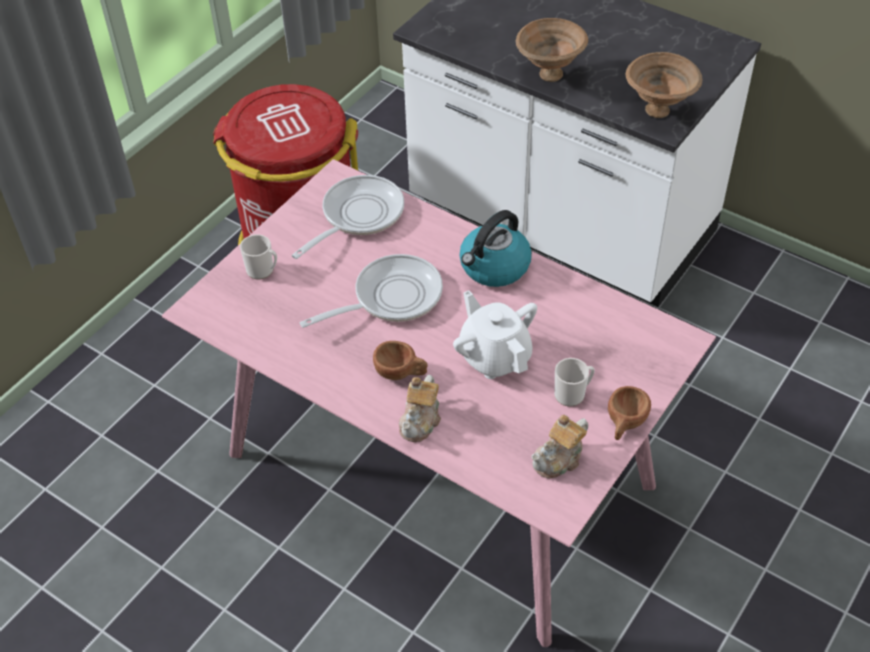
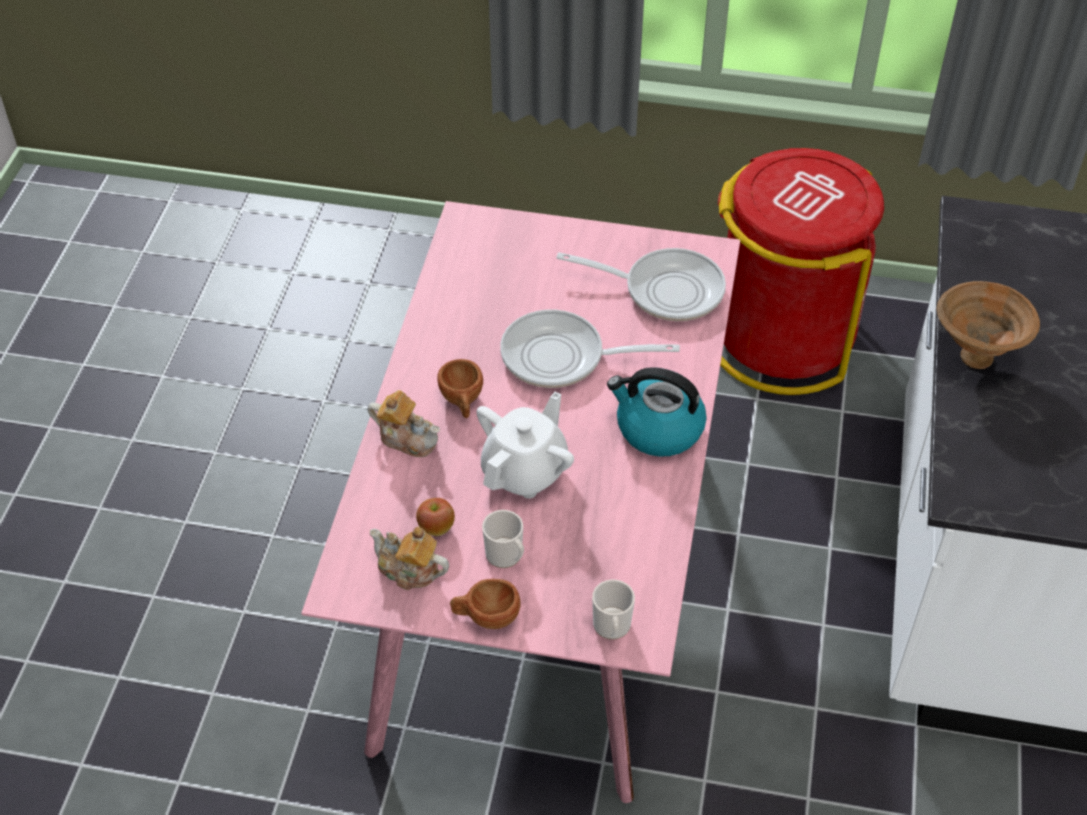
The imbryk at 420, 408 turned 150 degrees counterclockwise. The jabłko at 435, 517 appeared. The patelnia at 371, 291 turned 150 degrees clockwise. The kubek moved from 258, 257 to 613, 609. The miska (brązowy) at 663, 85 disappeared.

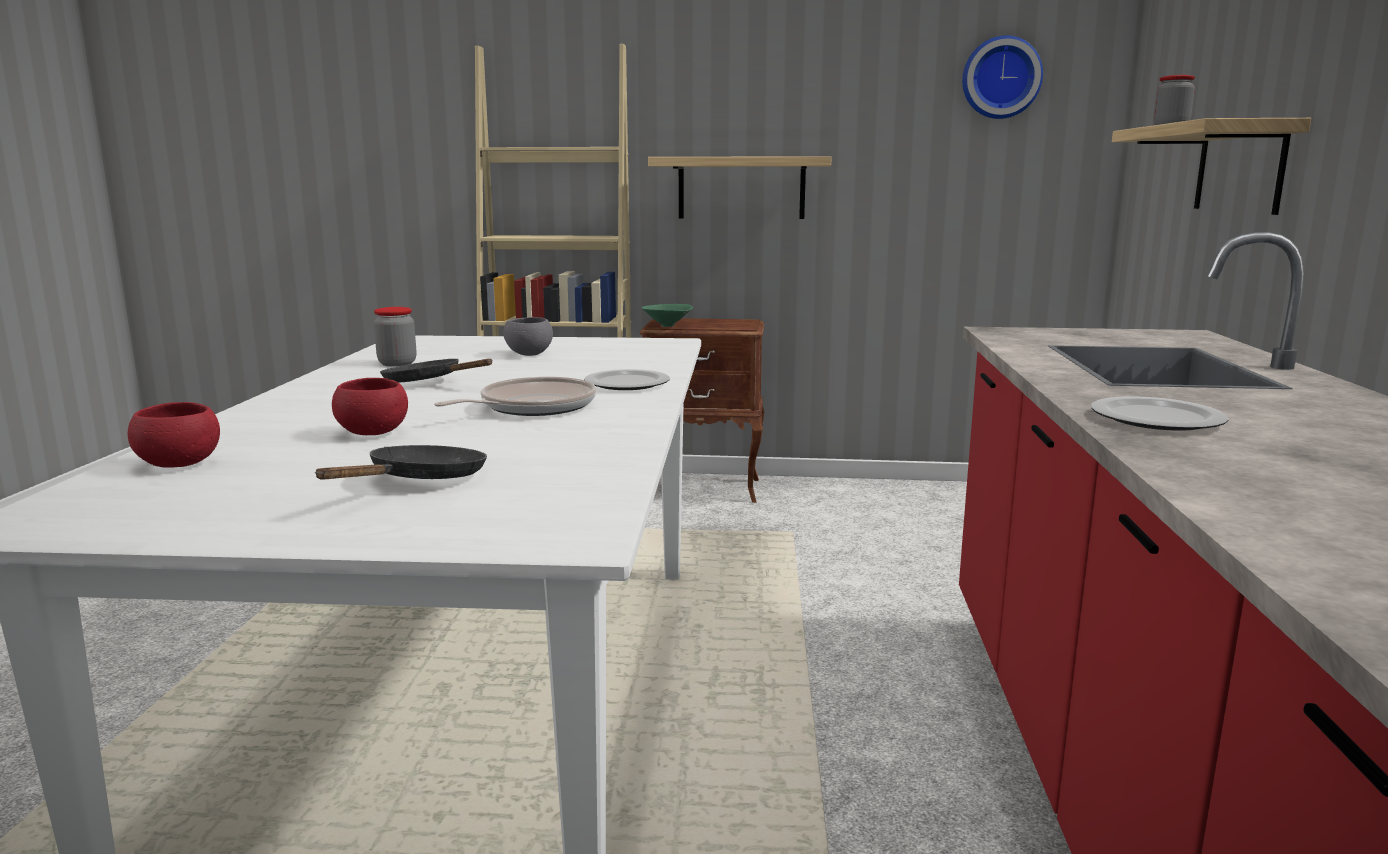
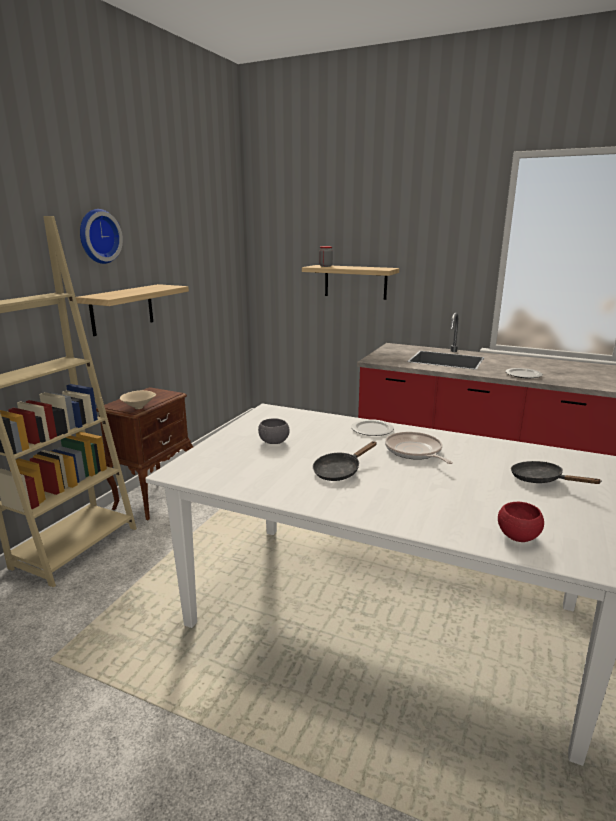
The zegar ścienny moved from 1002, 77 to 101, 236. The miska (zielony) at 667, 315 became the miska (beżowy) at 138, 399. The miska (czerwony) at 370, 406 disappeared. The słoik at 395, 337 disappeared.

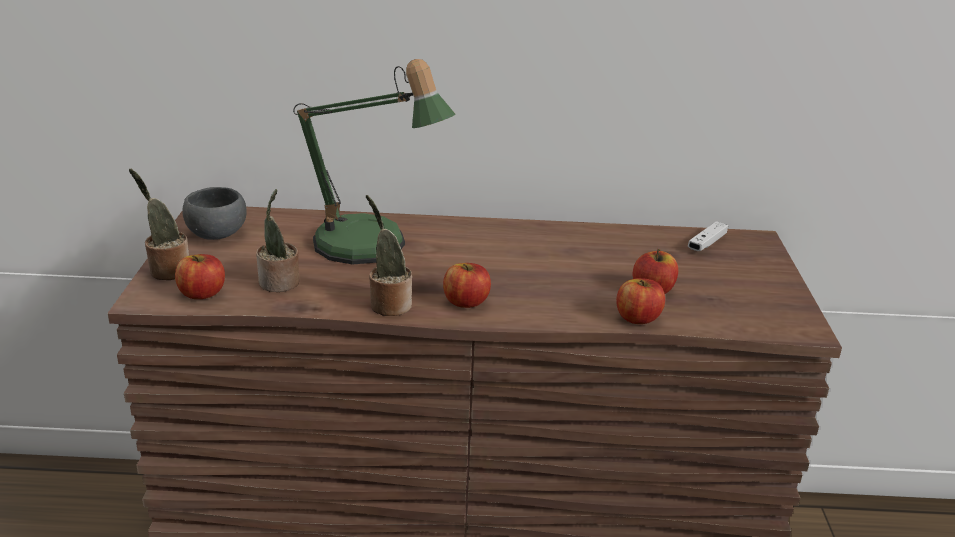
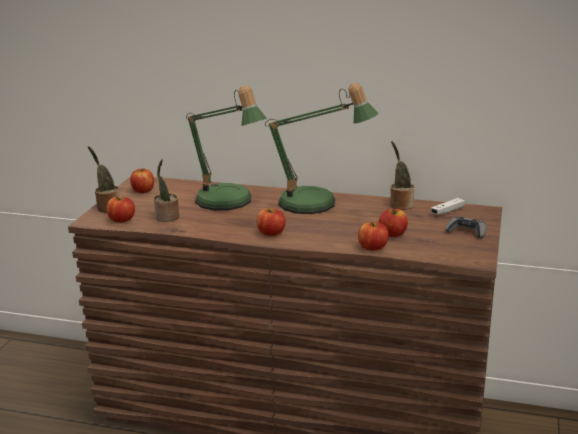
The miska (szary) at 214, 213 was replaced by the jabłko at 142, 180. The lampa stołowa at 321, 148 appeared. The roślina doniczkowa moved from 389, 255 to 402, 175. The pad do gier (szary) at 466, 227 appeared.

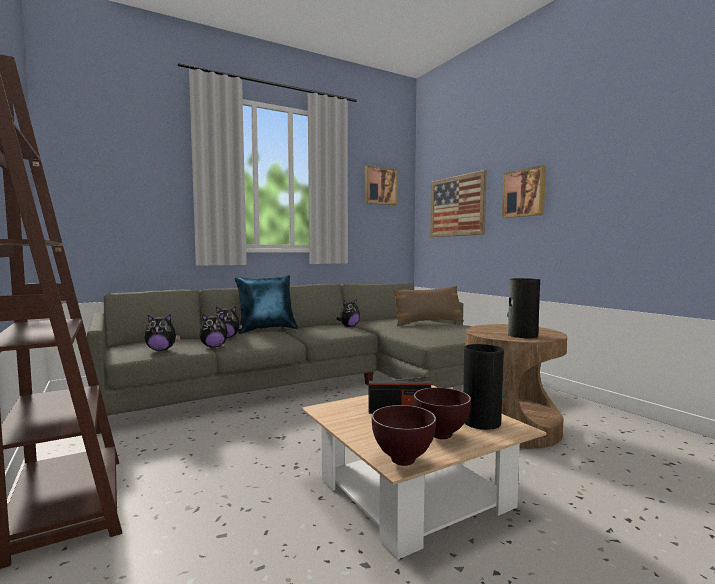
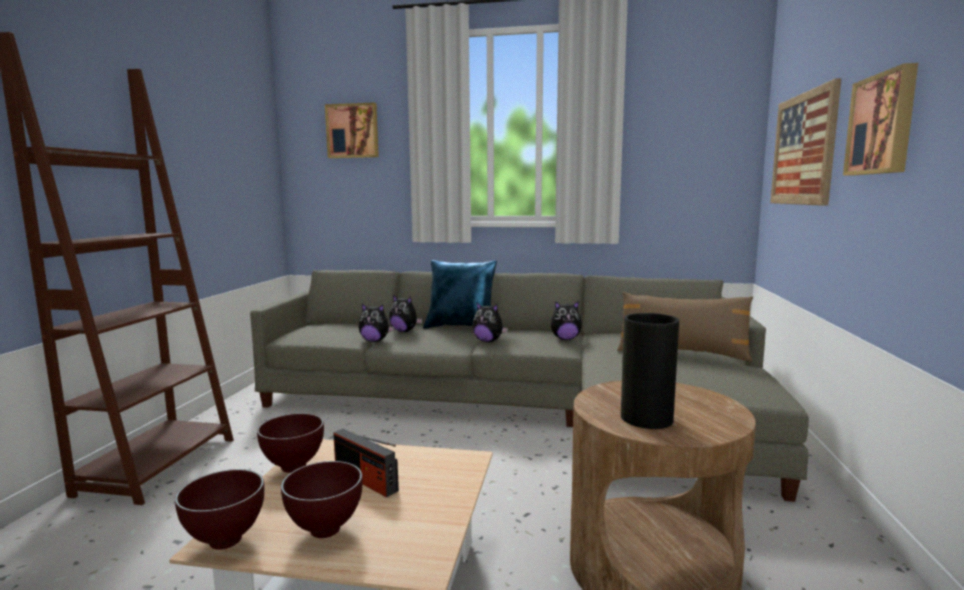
The miska (brązowy) at 290, 443 appeared. The obraz moved from 381, 185 to 352, 130. The pluszak moved from 162, 332 to 490, 322. The wazon at 483, 387 disappeared.

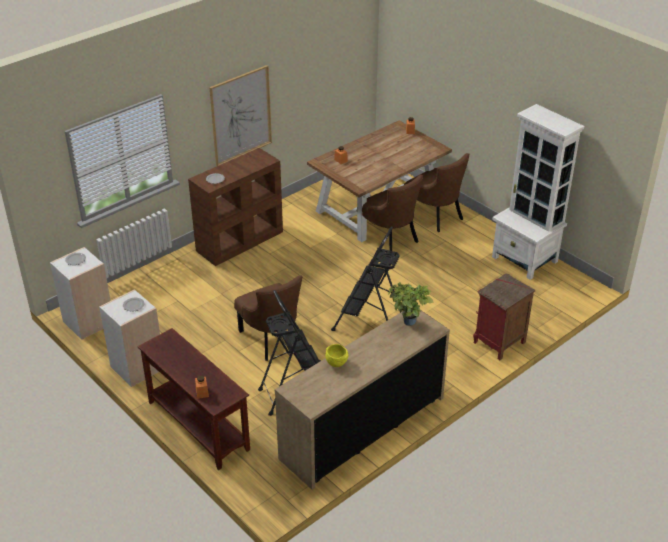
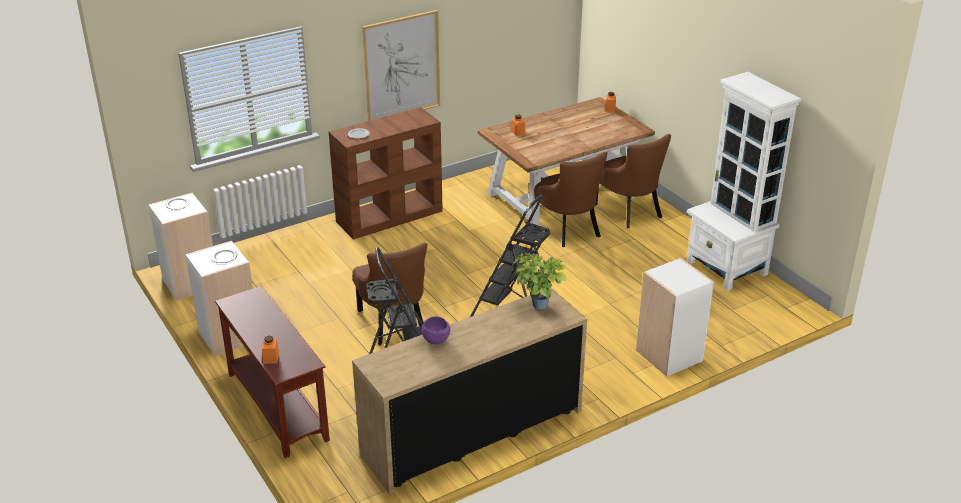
The miska (żółty) at 336, 355 became the miska (fioletowy) at 436, 330. The szafka nocna (czerwony) at 504, 317 was replaced by the regał at 675, 317.

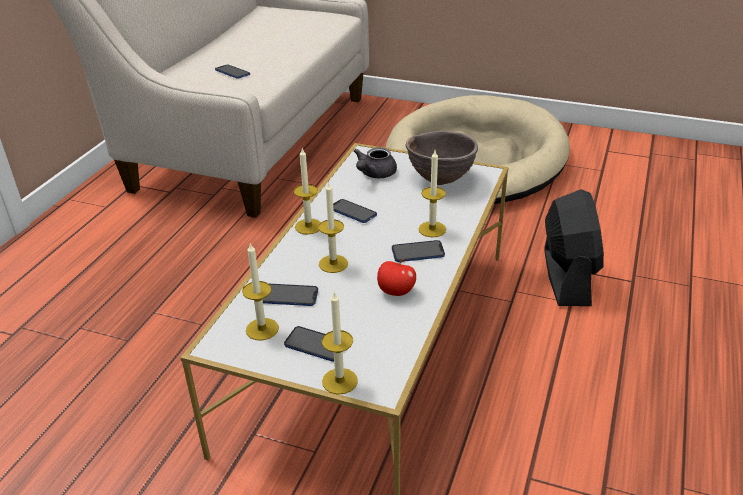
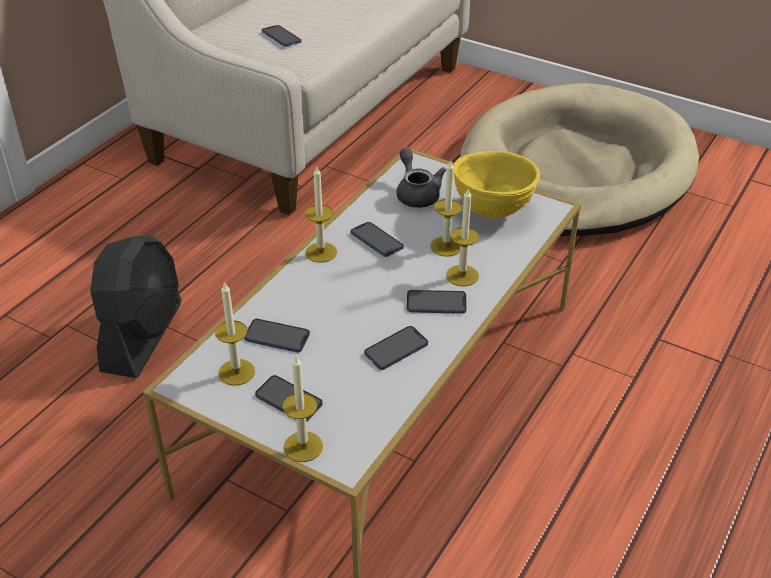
The wentylator (czarny) moved from 574, 247 to 135, 307. The jabłko at 396, 277 was replaced by the telefon at 396, 348. The imbryk (szary) at 375, 162 turned 120 degrees clockwise. The świeca moved from 333, 227 to 446, 208. The miska (brązowy) at 441, 158 became the miska (żółty) at 496, 185.

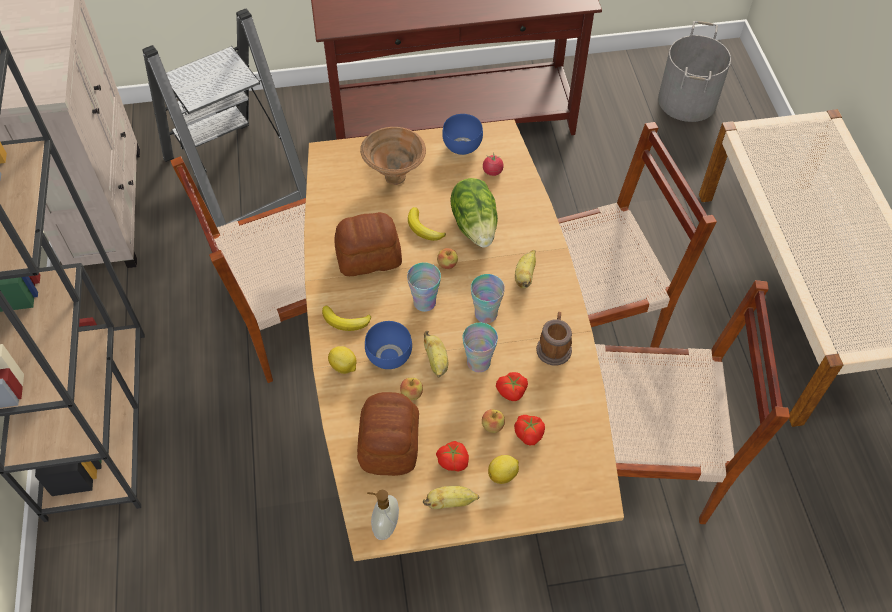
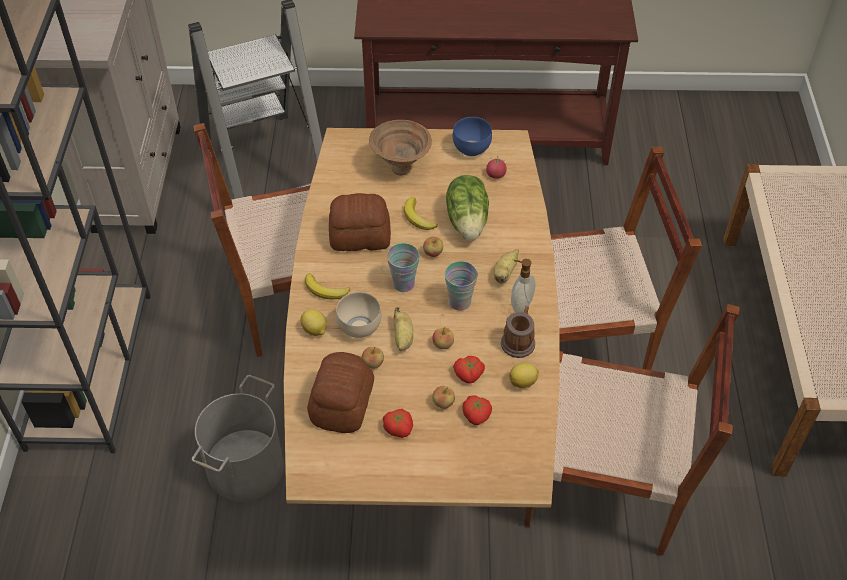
The wiadro (szary) moved from 694, 71 to 238, 438. The miska (niebieski) at 388, 345 became the miska (beżowy) at 359, 315. The filiżanka at 480, 347 was replaced by the jabłko at 443, 338. The cytryna moved from 503, 469 to 524, 375. The dozownik mydła moved from 383, 515 to 523, 285. The banan at 451, 497 disappeared.

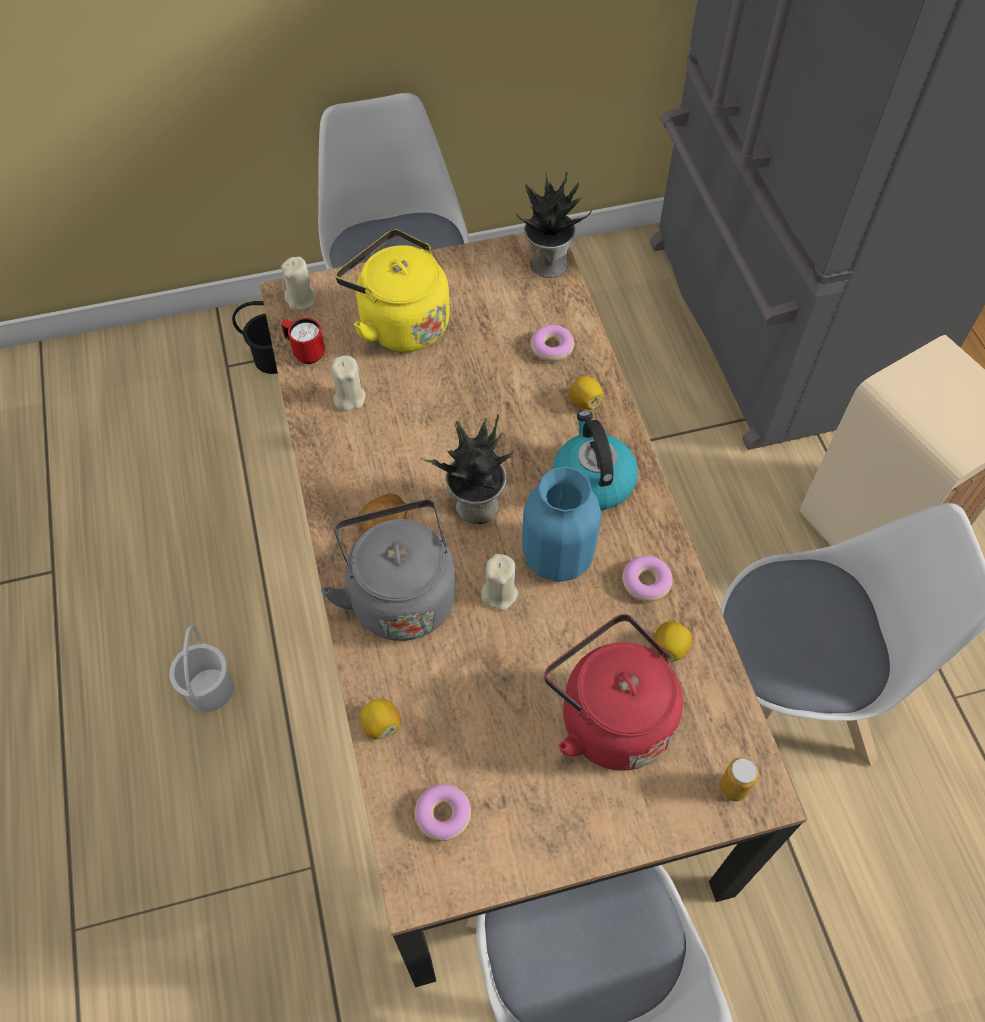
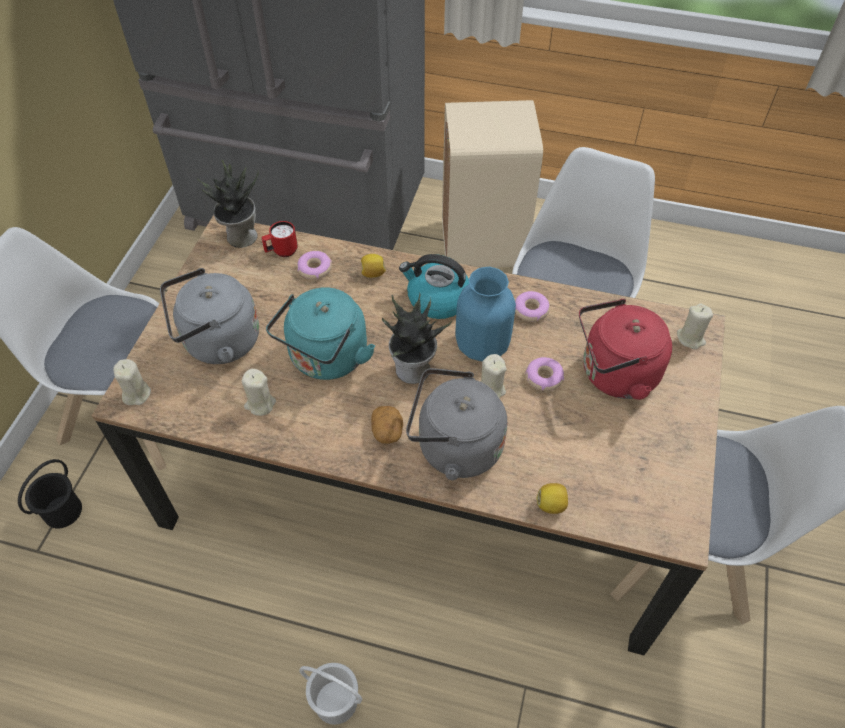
The czajnik (żółty) at 392, 290 became the czajnik (szary) at 209, 316. The kubek (czerwony) moved from 303, 341 to 279, 239. The czajnik (turkusowy) at 320, 333 appeared. The donut moved from 443, 812 to 544, 374. The puszka at 739, 780 was replaced by the świeca (beżowy) at 695, 326. The cytryna at 673, 642 disappeared.

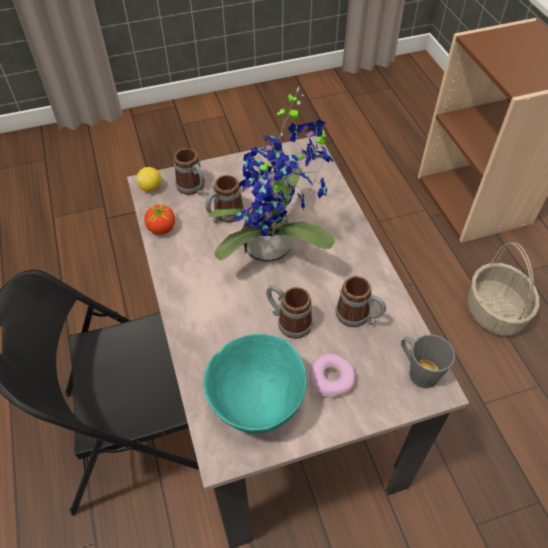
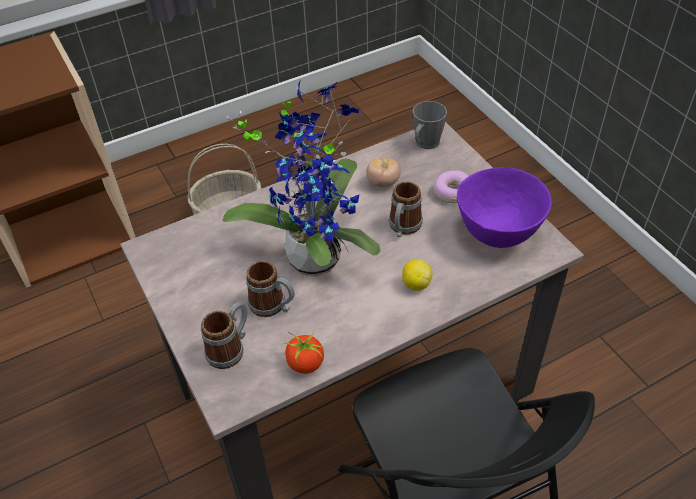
The kubek at 361, 301 was replaced by the pomidor at 383, 172. The cytryna moved from 149, 179 to 417, 275. The miska (turkusowy) at 255, 384 became the miska (fioletowy) at 504, 207.

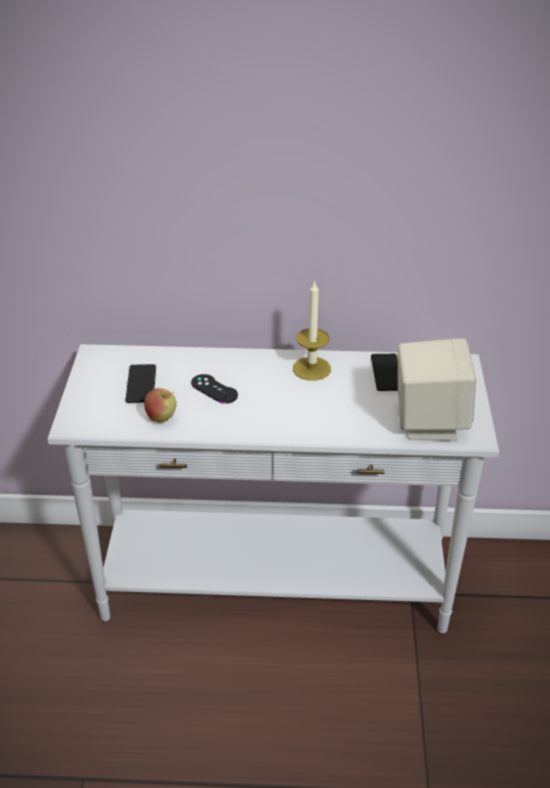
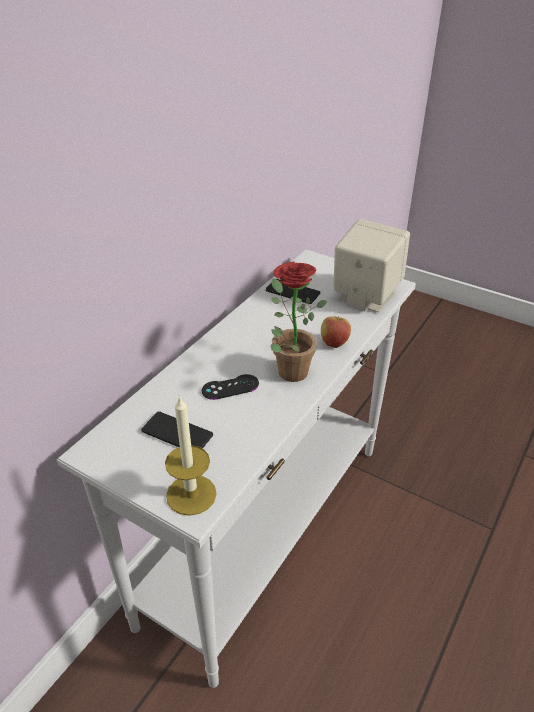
The świeca moved from 312, 330 to 191, 455. The roślina doniczkowa at 299, 322 appeared. The jabłko moved from 160, 405 to 336, 330.

